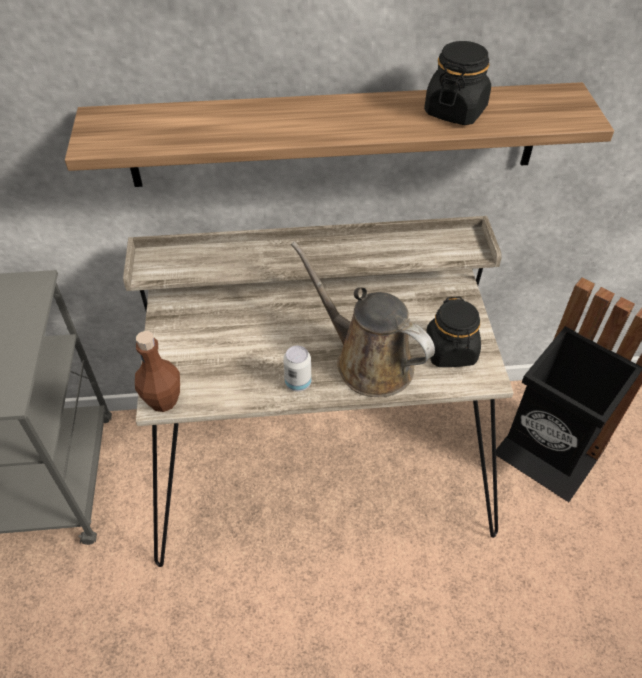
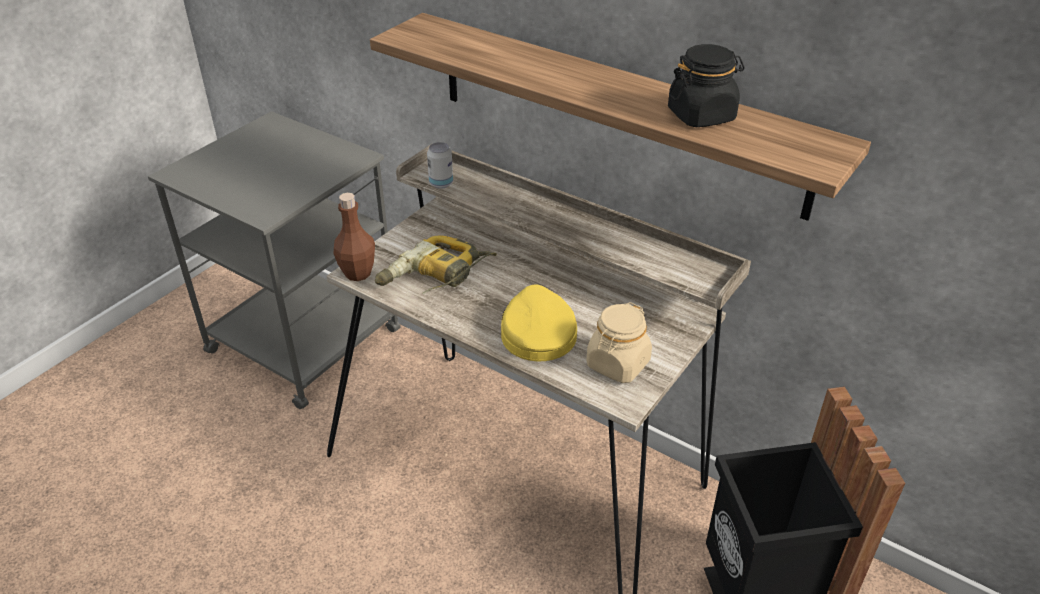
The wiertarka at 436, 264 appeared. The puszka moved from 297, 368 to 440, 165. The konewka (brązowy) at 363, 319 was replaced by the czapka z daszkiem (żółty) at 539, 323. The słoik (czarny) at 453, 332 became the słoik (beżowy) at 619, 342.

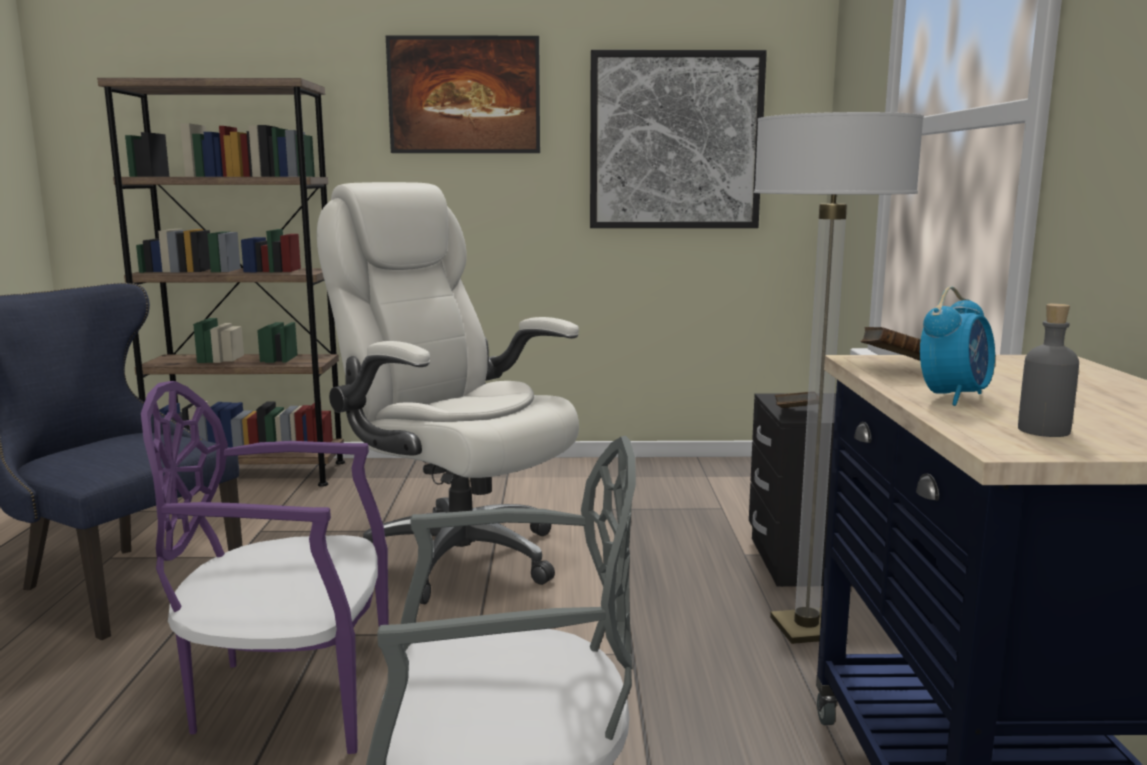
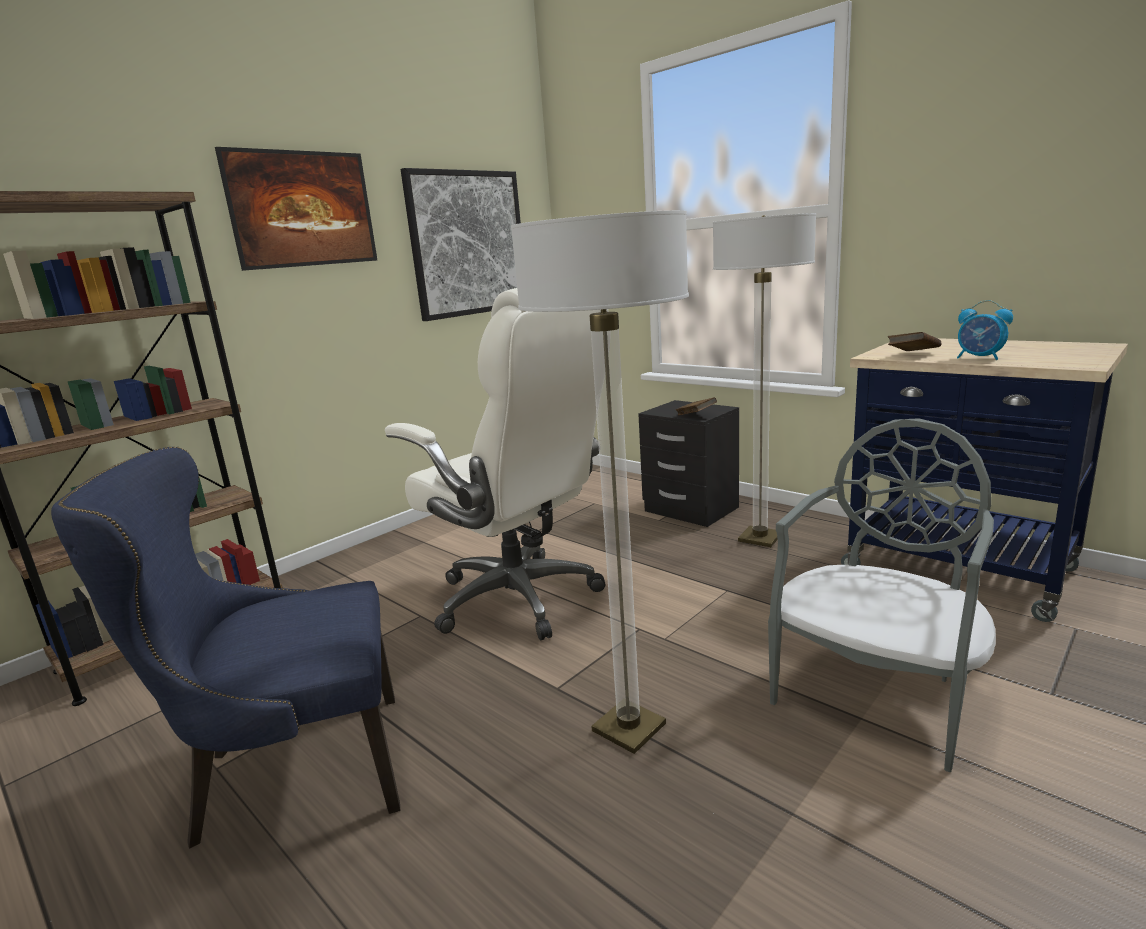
The krzesło biurowe (biały) at 448, 393 turned 135 degrees counterclockwise. The krzesło (fioletowy) at 265, 567 was replaced by the lampa stojąca at 600, 482. The budzik at 957, 346 turned 135 degrees clockwise. The butelka (szary) at 1048, 370 disappeared.

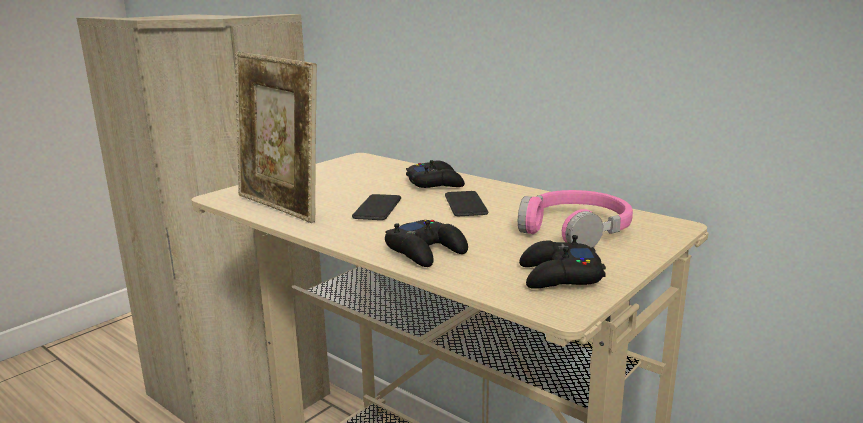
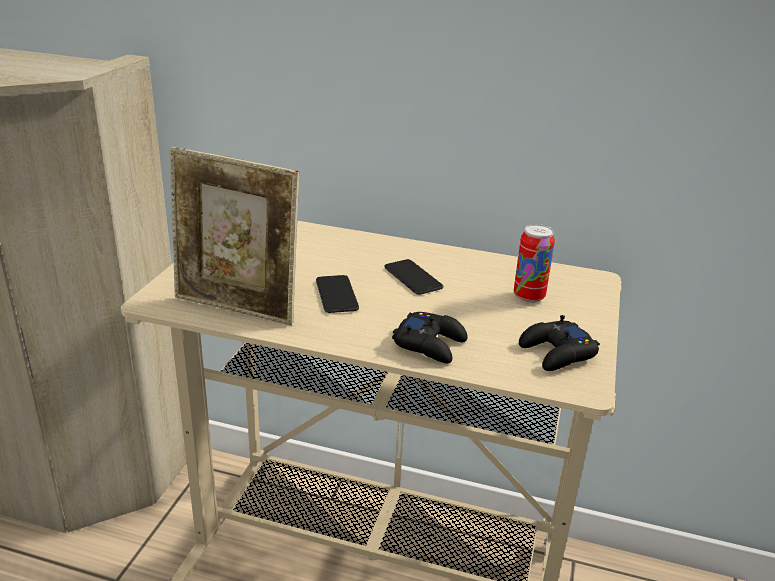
The słuchawki (różowy) at 575, 219 was replaced by the puszka at 534, 263. The pad do gier (czarny) at 435, 174 disappeared.

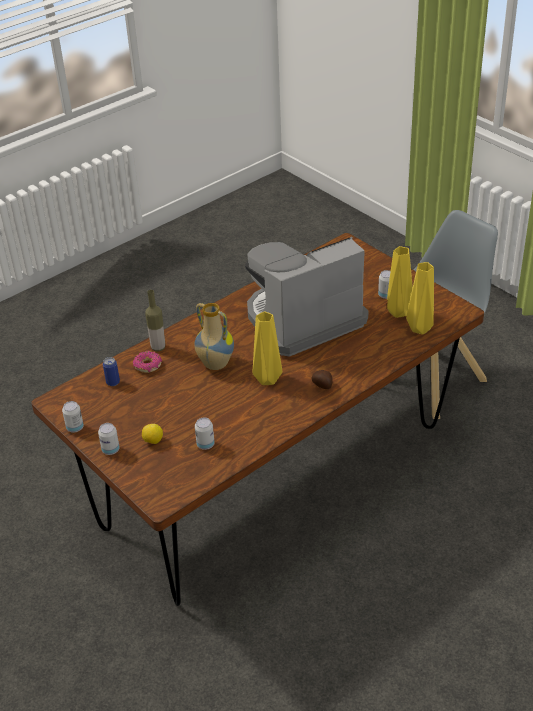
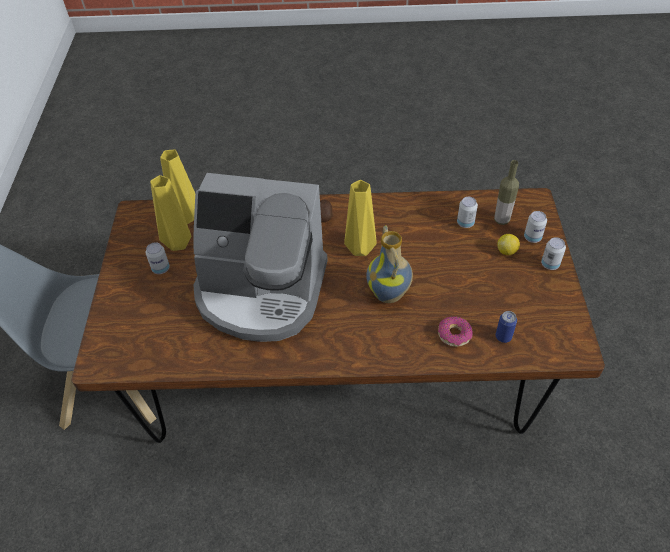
The butelka moved from 155, 320 to 506, 192. The puszka moved from 73, 416 to 535, 227.

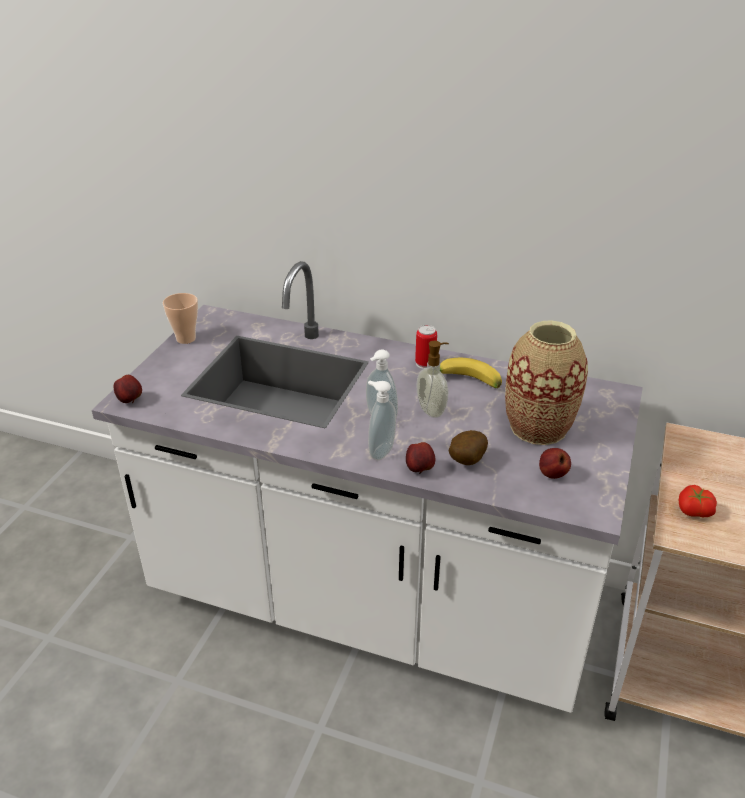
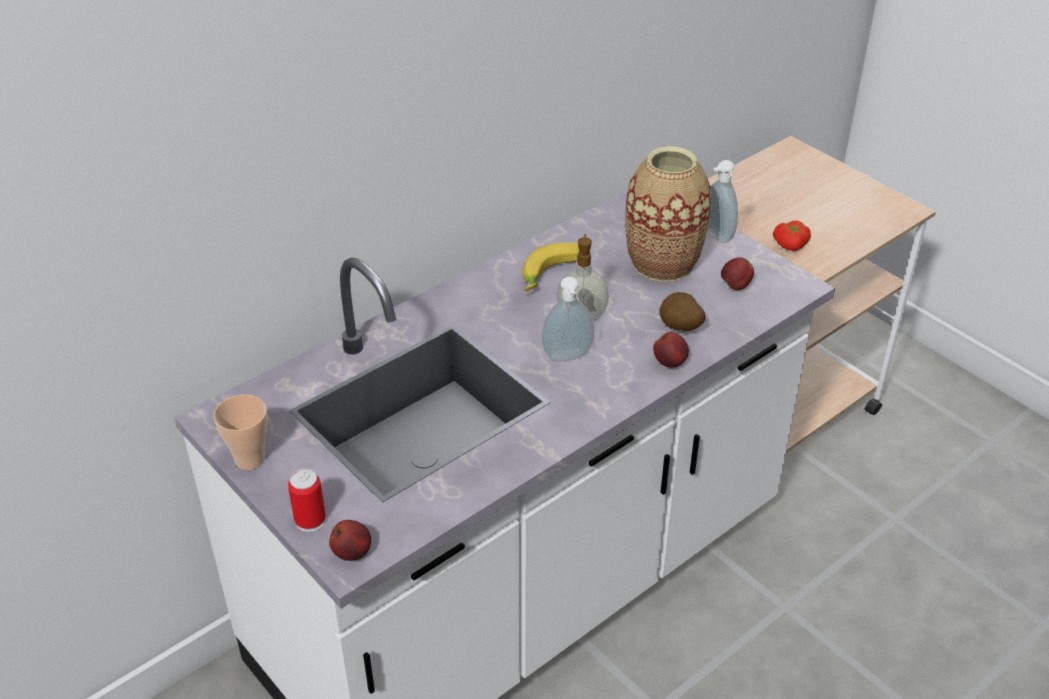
The puszka moved from 426, 347 to 307, 500. The dozownik mydła moved from 382, 420 to 722, 201.

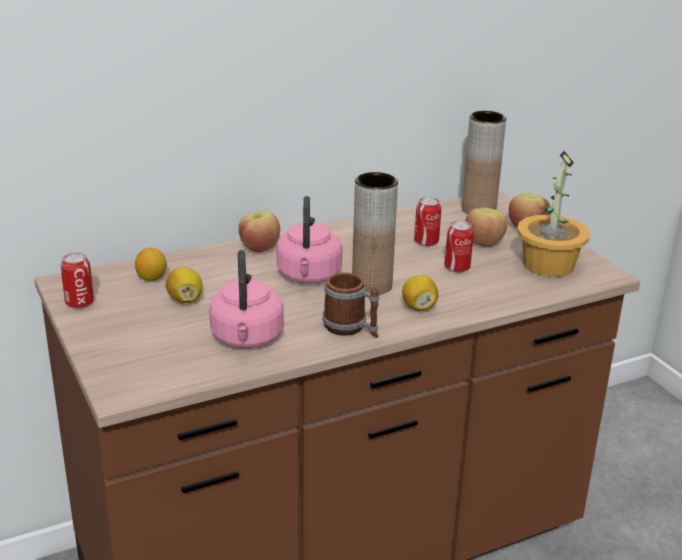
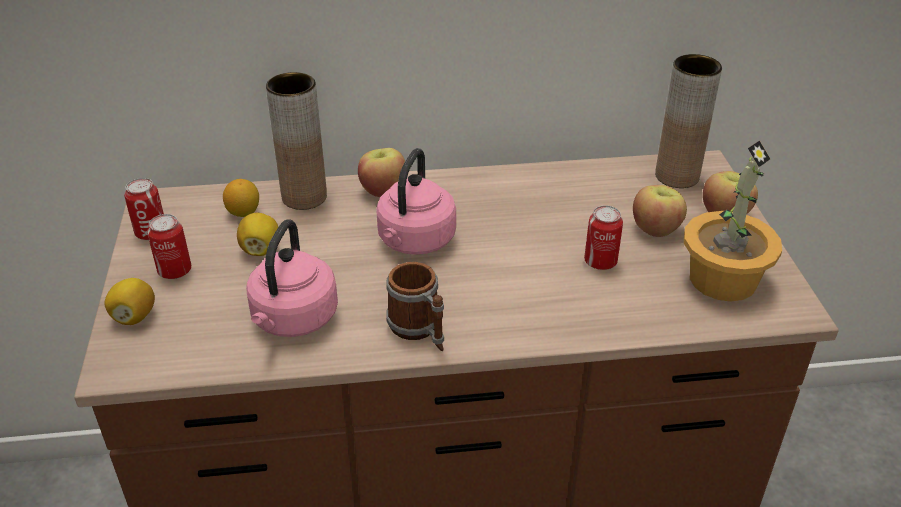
The cytryna moved from 420, 293 to 130, 301. The puszka moved from 427, 221 to 169, 246. The wazon (brązowy) moved from 375, 233 to 296, 141.

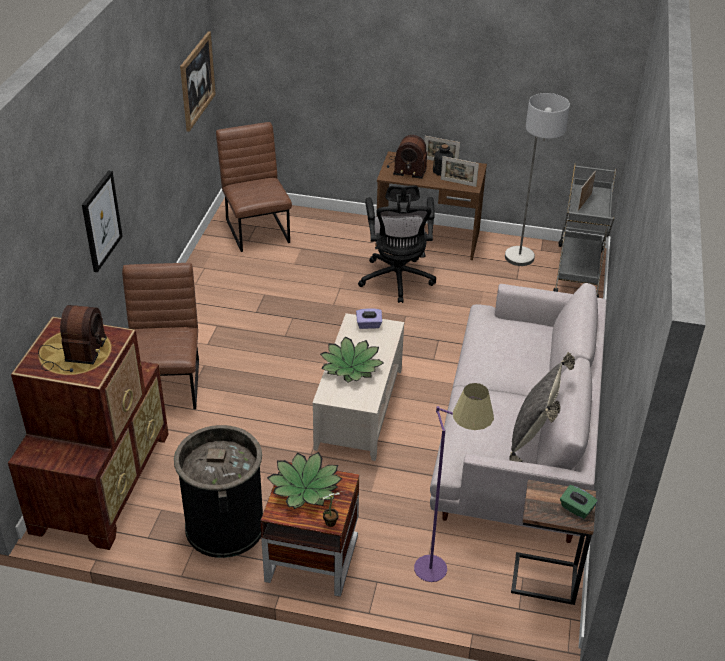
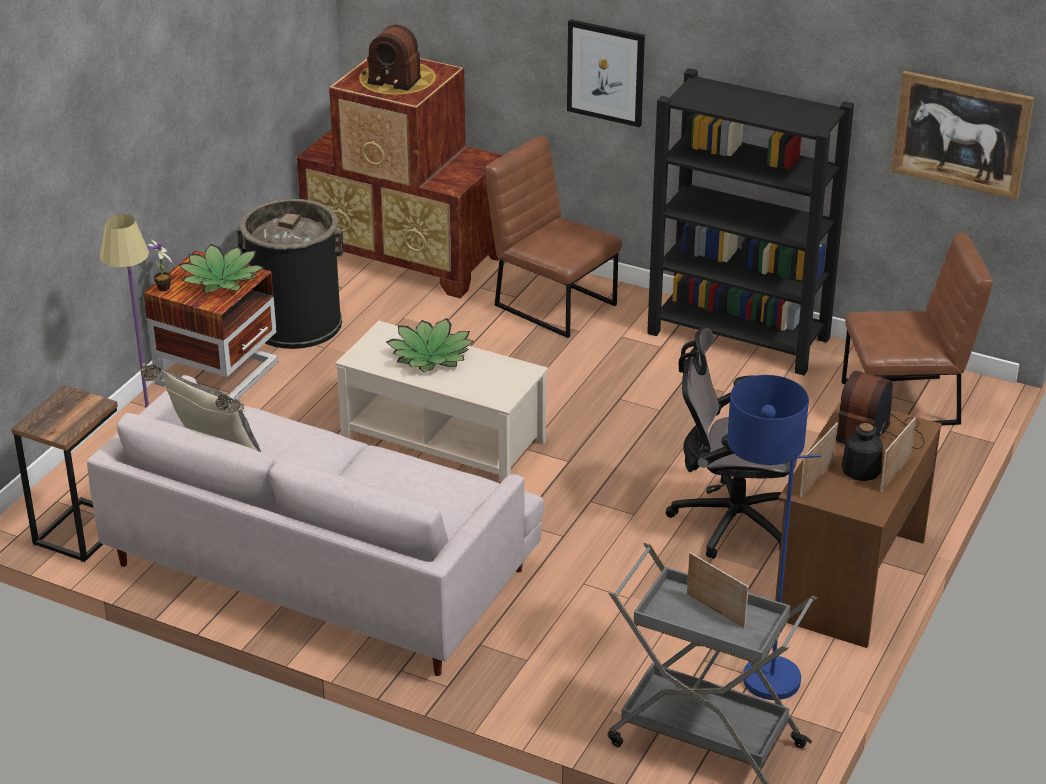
The krzesło (brązowy) at 160, 336 turned 150 degrees counterclockwise. The regał (czarny) at 750, 221 appeared. The lampa stojąca (szary) at 537, 179 became the lampa stojąca (niebieski) at 774, 537. The pudełko chusteczek (fioletowy) at 369, 318 disappeared. The pudełko chusteczek (zielony) at 579, 502 disappeared.

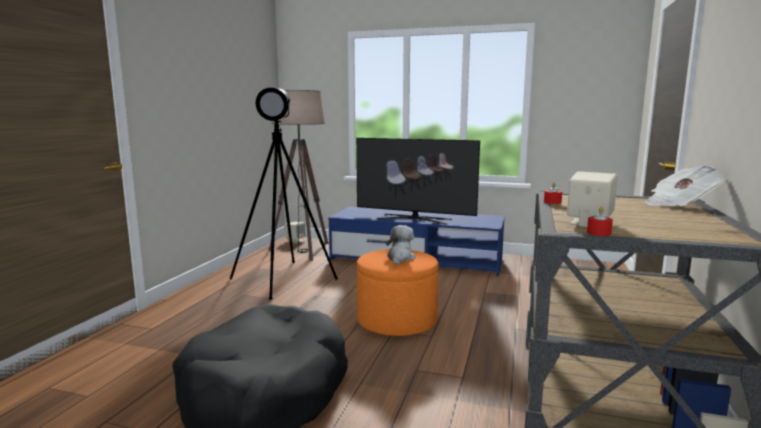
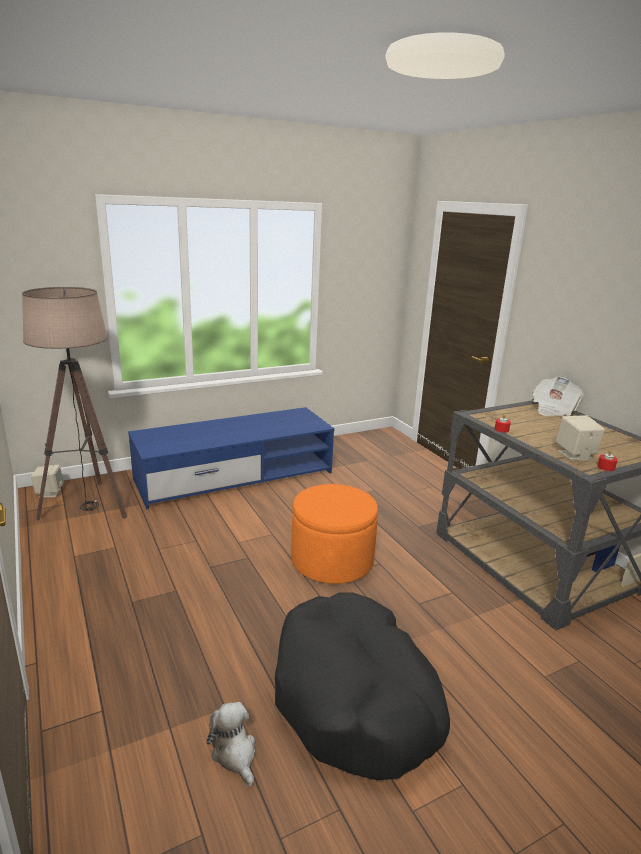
The pluszak moved from 401, 245 to 230, 744. The lampa stojąca (czarny) at 283, 193 disappeared. The telewizor at 418, 181 disappeared.

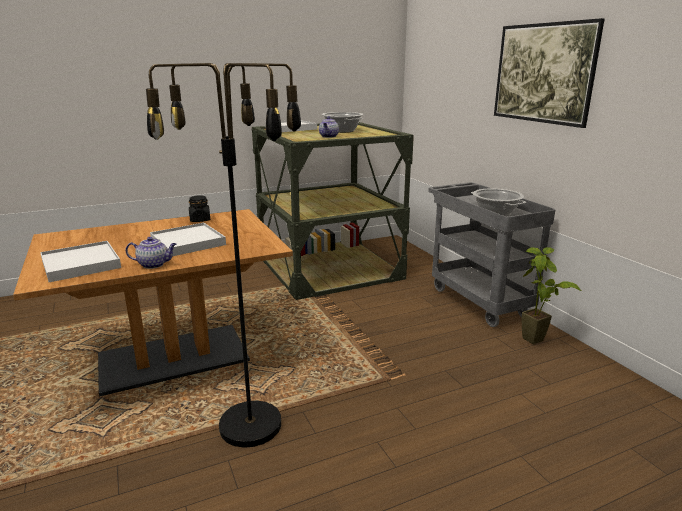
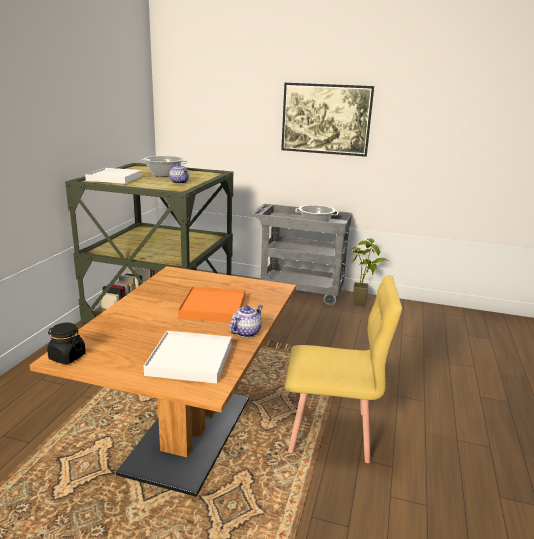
The słoik (czarny) moved from 199, 208 to 66, 343. The taca (biały) at 188, 239 became the taca (pomarańczowy) at 211, 304. The lampa stojąca at 223, 255 was replaced by the krzesło (żółty) at 343, 369.

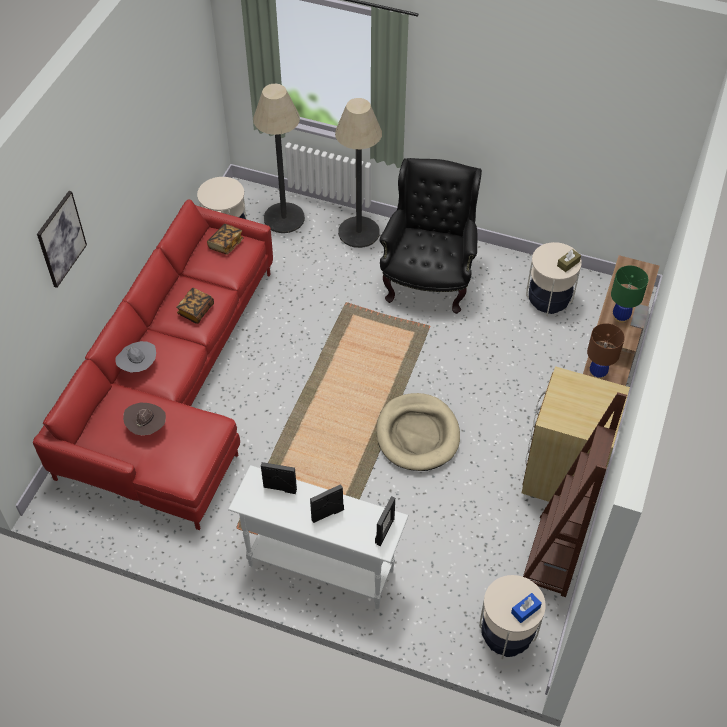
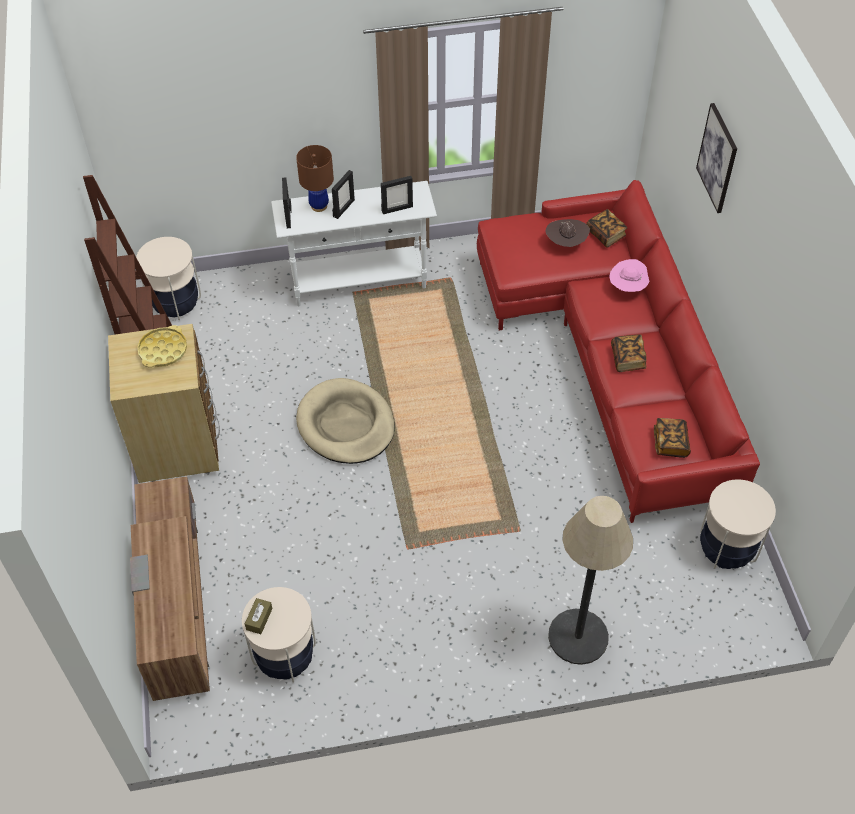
The taca (żółty) at 162, 346 appeared. The lampa stołowa (brązowy) moved from 606, 351 to 315, 178. The książka at 606, 228 appeared. The kapelusz (szary) at 135, 357 became the kapelusz (różowy) at 629, 275. The lampa stojąca at 279, 158 disappeared. The fotel (czarny) at 430, 236 disappeared. The pudełko chusteczek (niebieski) at 526, 608 disappeared. The lampa stołowa (zielony) at 629, 294 disappeared.

